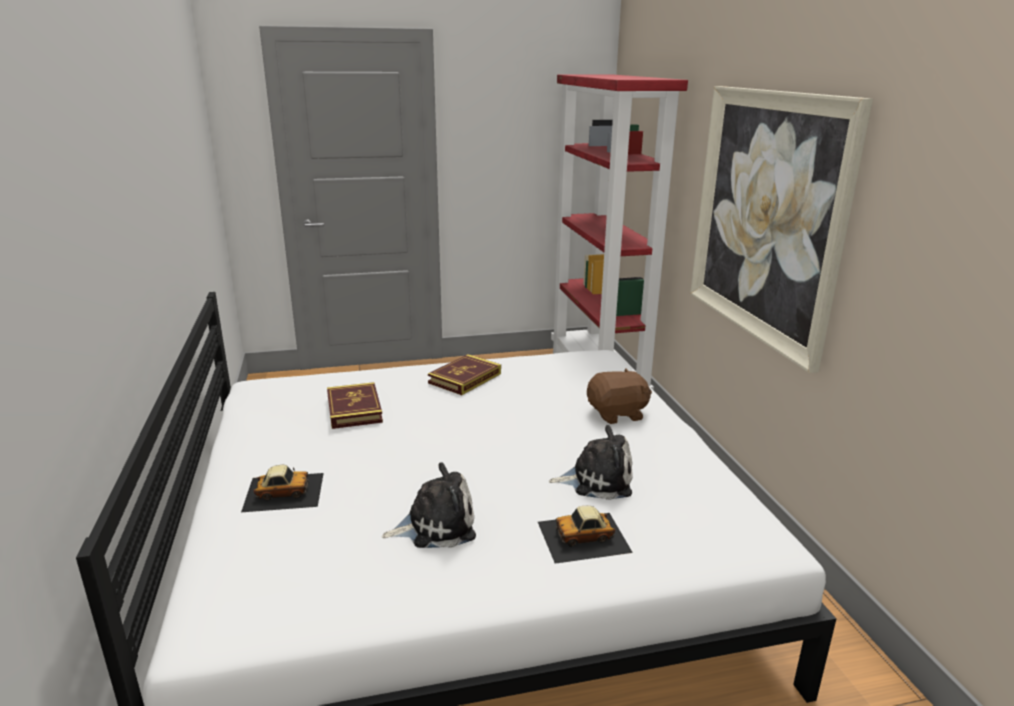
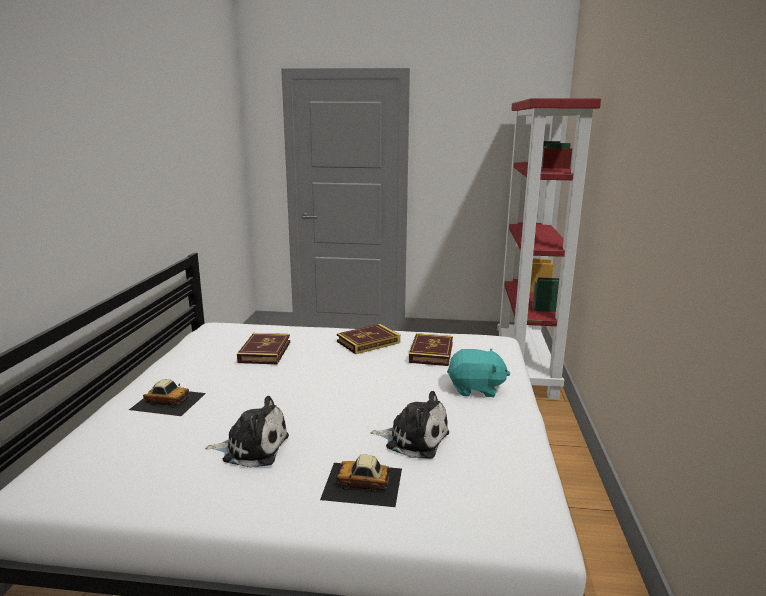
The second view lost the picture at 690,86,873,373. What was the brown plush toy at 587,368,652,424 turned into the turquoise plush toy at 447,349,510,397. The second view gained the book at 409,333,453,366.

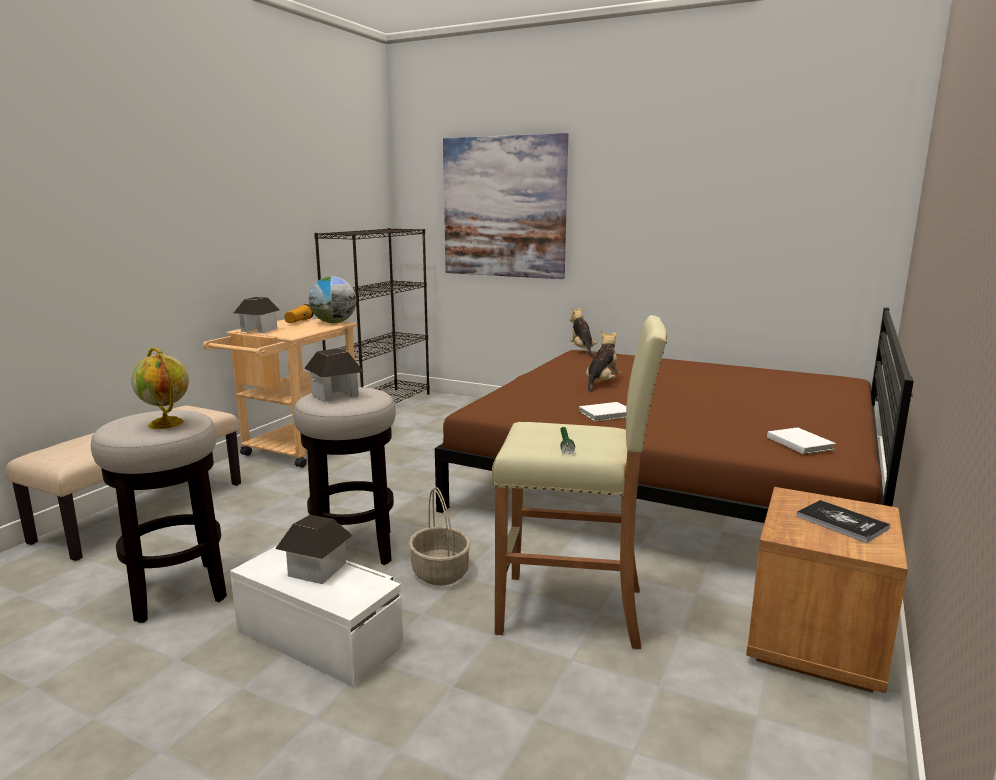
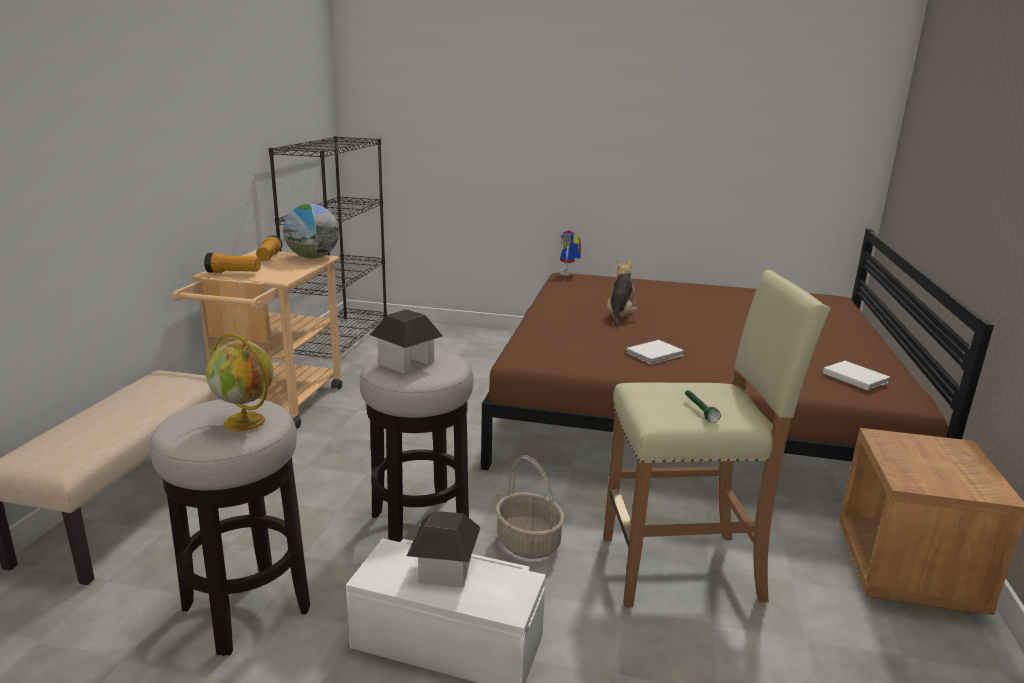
The second view lost the picture at 443,133,568,279. Where the toy house stood at 234,297,280,333, the flashlight came to stand at 204,253,261,273. Where the plush toy stood at 570,307,597,357, the toy robot came to stand at 560,230,581,276. The second view lost the book at 796,500,890,543.

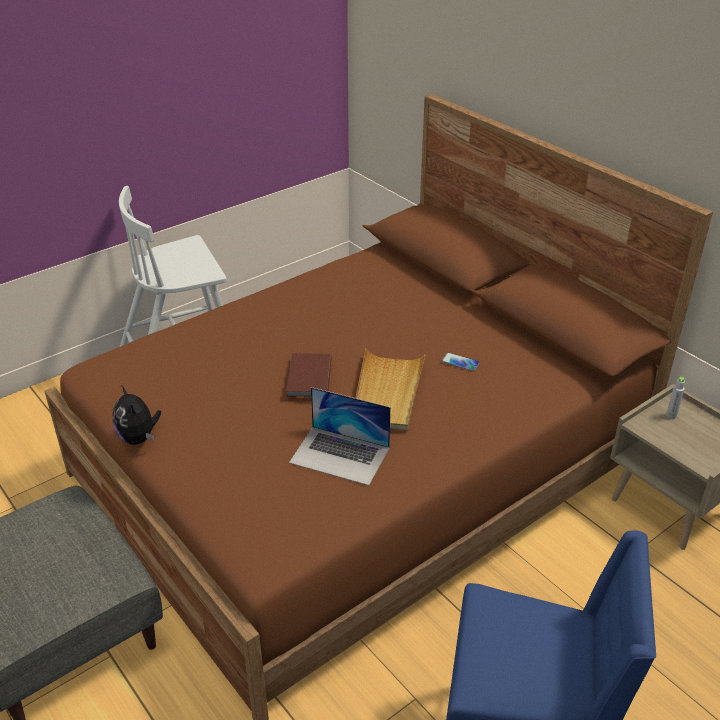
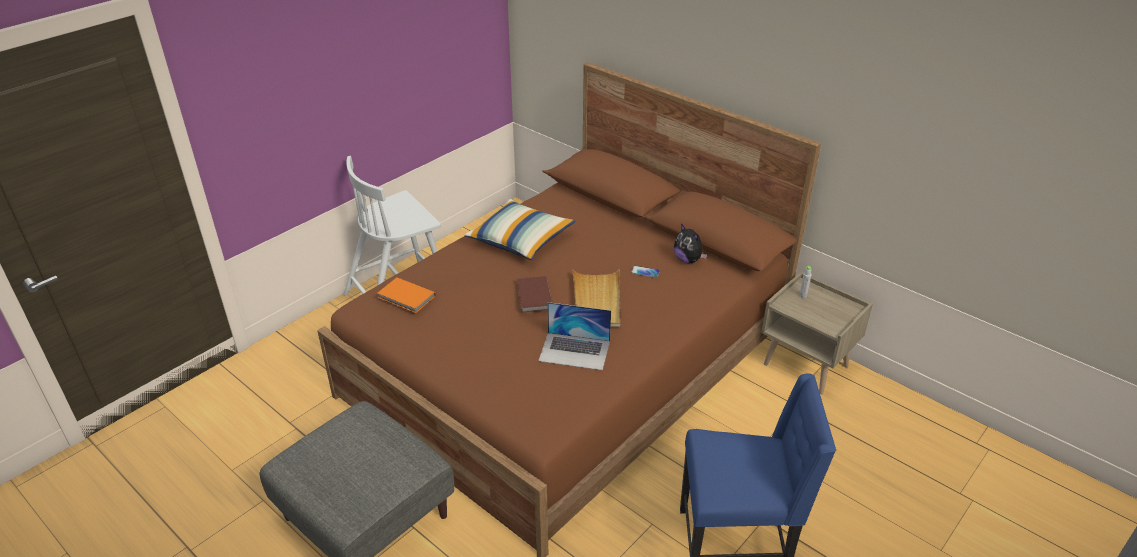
The plush toy ended up elsewhere, having gone from 112,385,161,445 to 674,224,707,263. The second view gained the pillow at 464,199,576,260. The second view gained the orange book at 378,277,436,313.

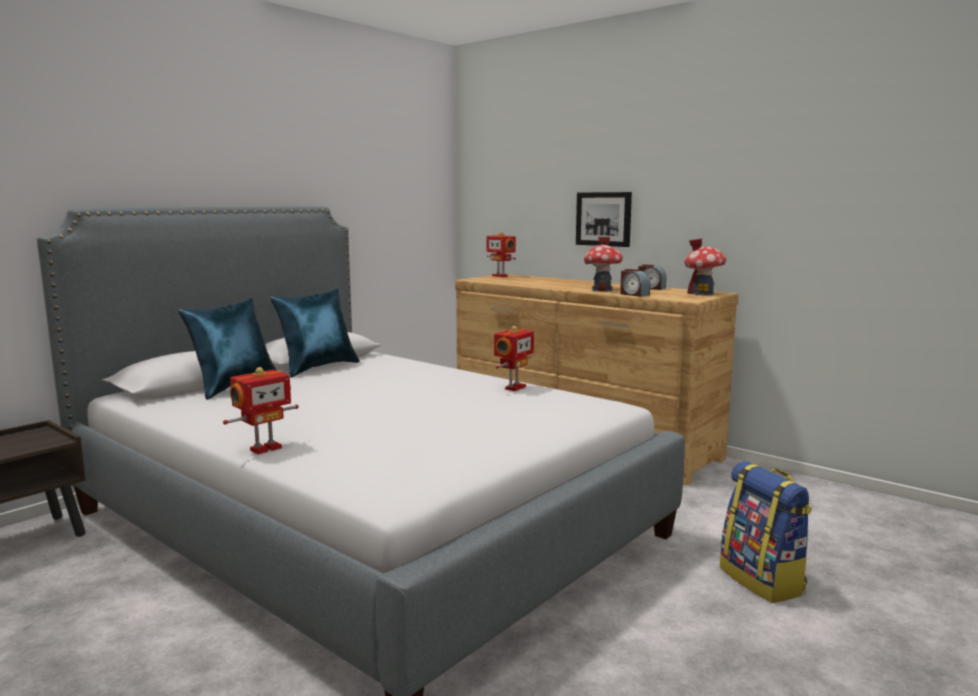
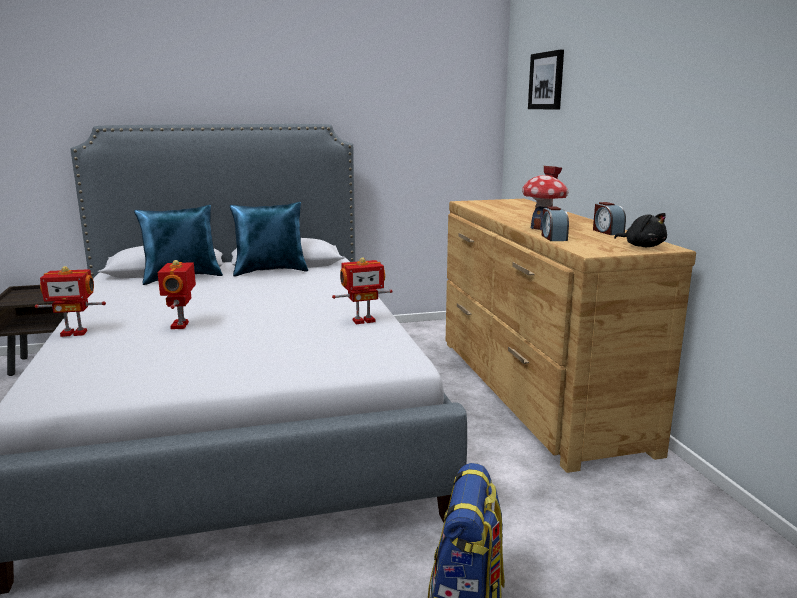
The picture ended up elsewhere, having gone from 576,192,632,247 to 528,50,564,110. The toy robot ended up elsewhere, having gone from 486,232,516,277 to 158,260,196,329. Where the toy house stood at 684,238,726,295, the black plush toy came to stand at 614,213,667,247.

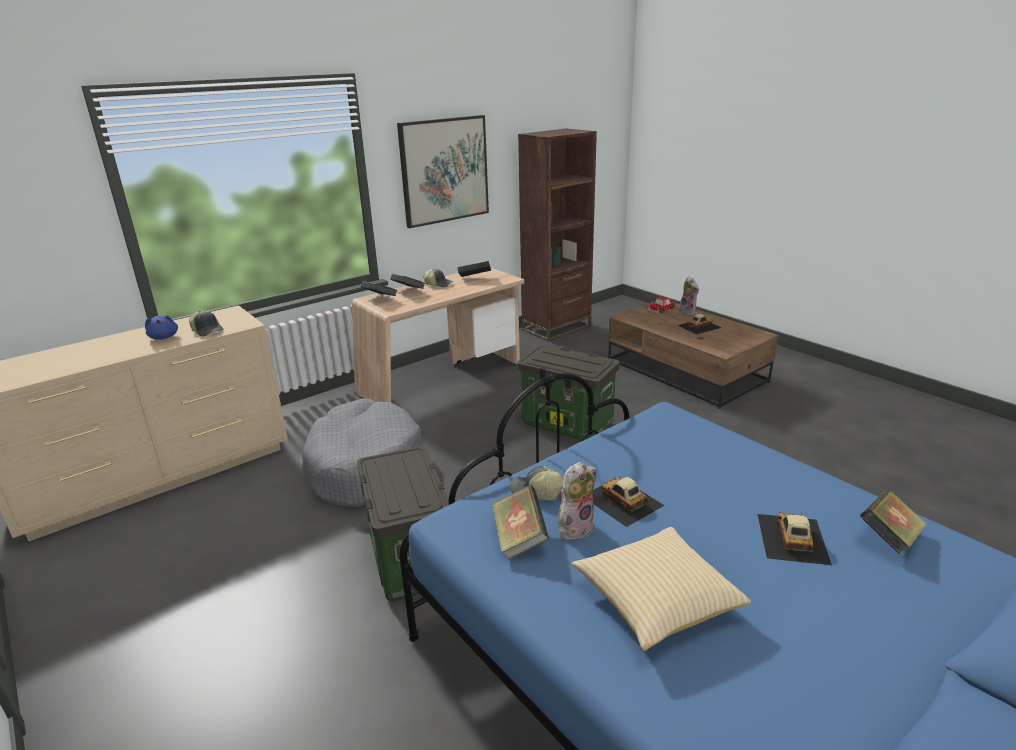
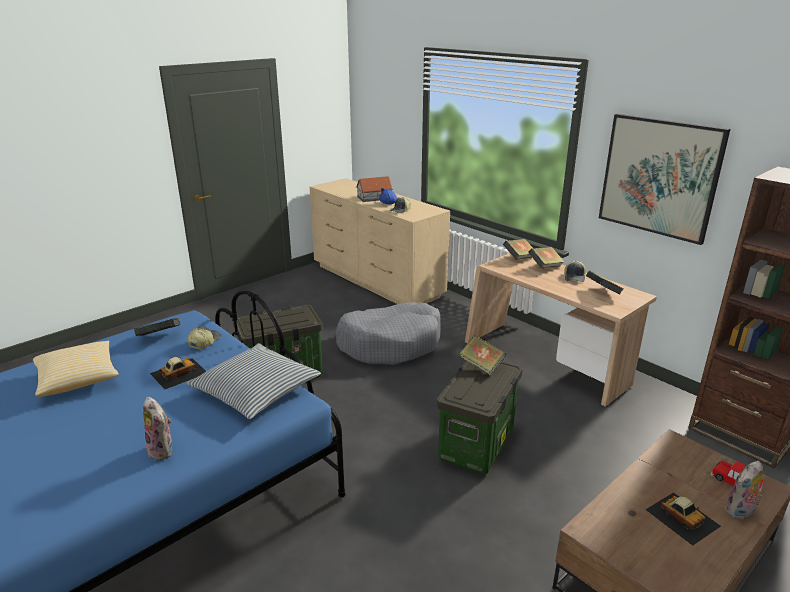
The plush toy ended up elsewhere, having gone from 558,462,596,541 to 143,397,173,461. The book ended up elsewhere, having gone from 860,490,927,554 to 459,335,506,375. The second view lost the toy car at 757,512,832,566. The second view gained the toy house at 356,176,393,202. The second view gained the pillow at 186,343,321,419.

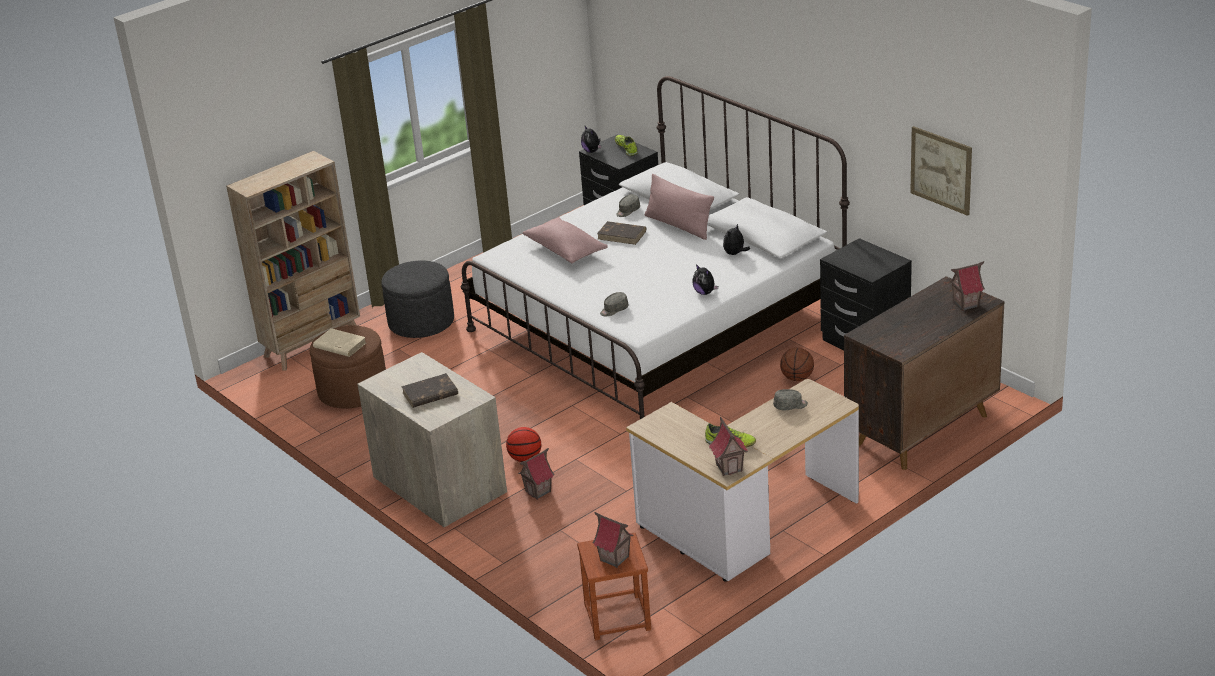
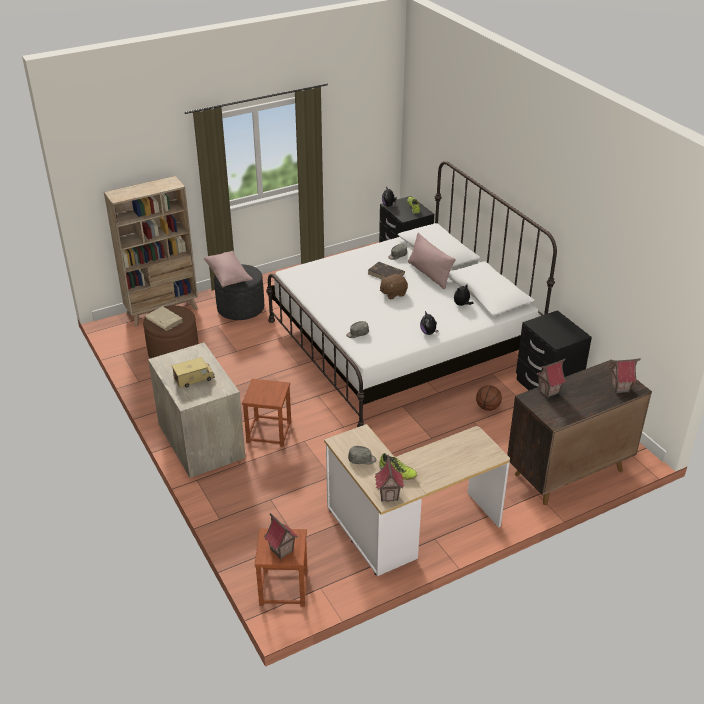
The second view lost the picture at 910,126,972,216. The pink pillow ended up elsewhere, having gone from 522,217,608,263 to 204,251,253,287. Where the brown book stood at 401,373,458,408, the toy truck came to stand at 172,357,215,388. The grey cap ended up elsewhere, having gone from 773,389,808,411 to 348,446,377,465. Where the basketball stood at 506,427,541,462, the brown stool came to stand at 242,379,291,447. The toy house ended up elsewhere, having gone from 518,448,555,500 to 536,358,566,398. The second view gained the brown plush toy at 380,274,408,299.

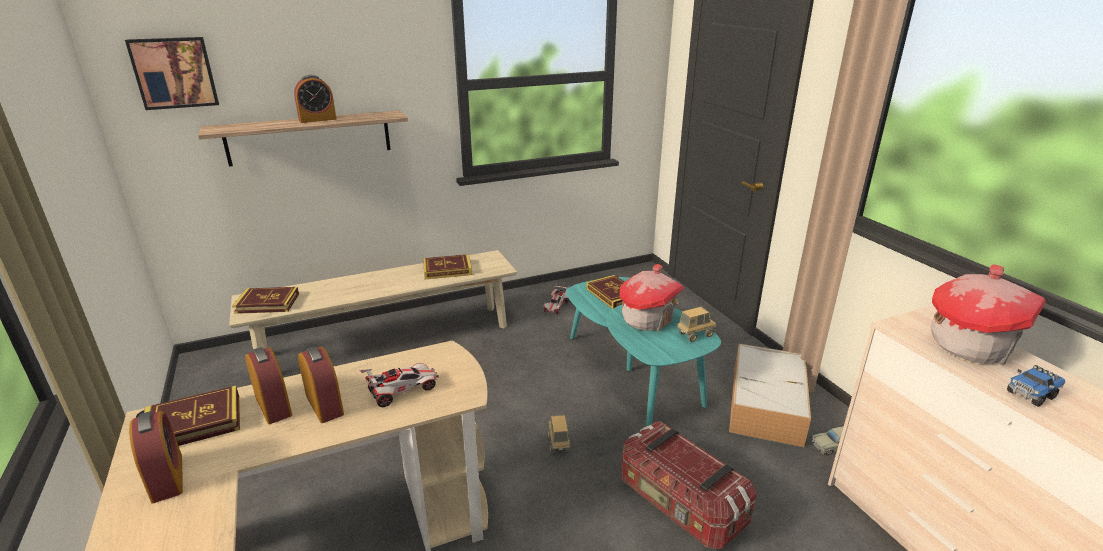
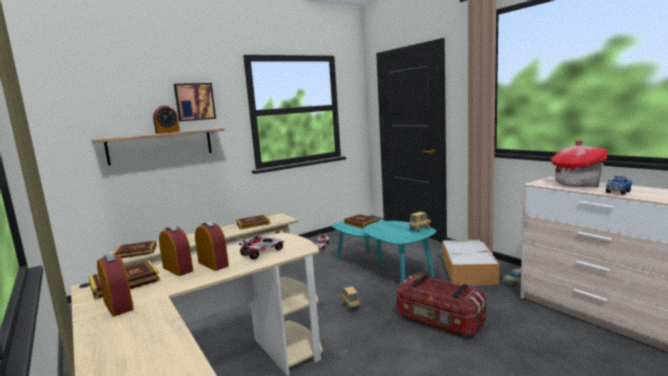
The picture ended up elsewhere, having gone from 125,37,219,110 to 174,83,216,121. The second view lost the toy house at 620,264,684,331.

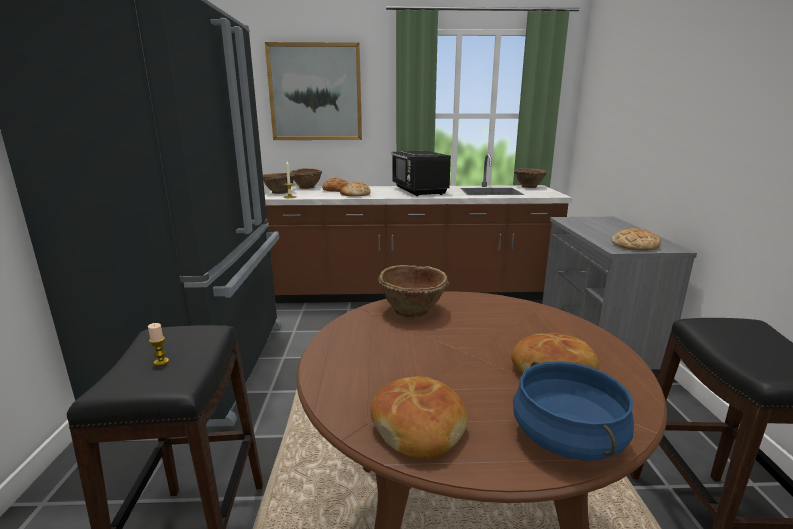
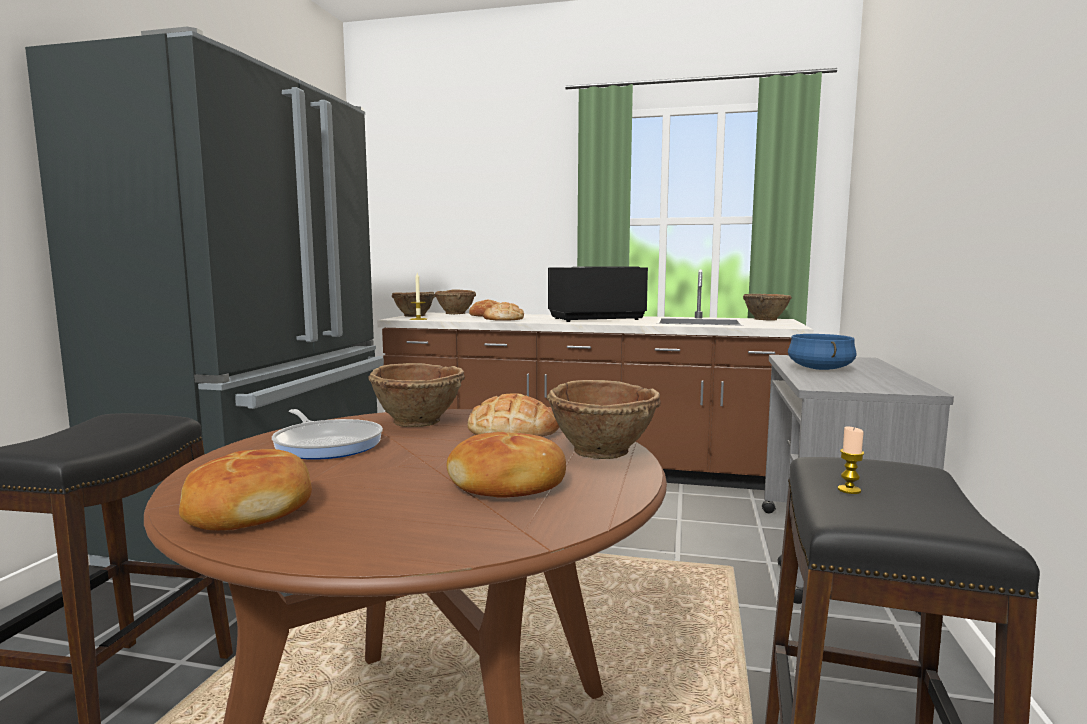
The second view lost the picture at 265,42,362,140. The black microwave at 391,151,451,196 ended up facing another way, 75 degrees clockwise from before. The bread ended up elsewhere, having gone from 611,228,661,251 to 467,393,559,437. The candle ended up elsewhere, having gone from 148,323,169,366 to 838,426,865,494. The blue cooking pot ended up elsewhere, having gone from 513,361,634,461 to 788,334,856,370. The second view gained the brown bowl at 547,380,661,459. The second view gained the frying pan at 272,409,383,460.

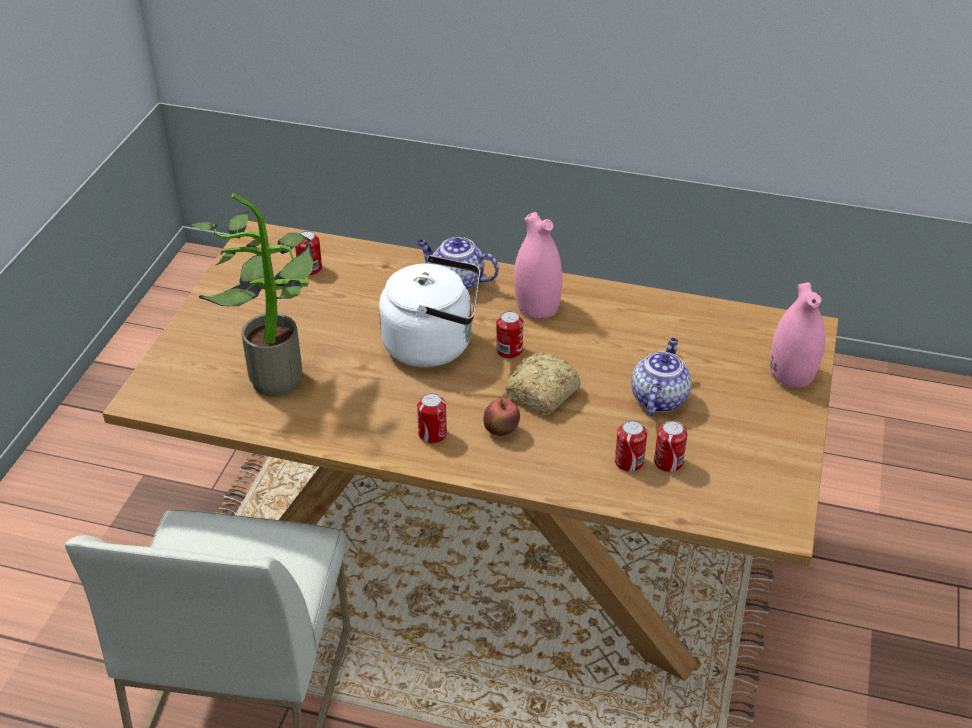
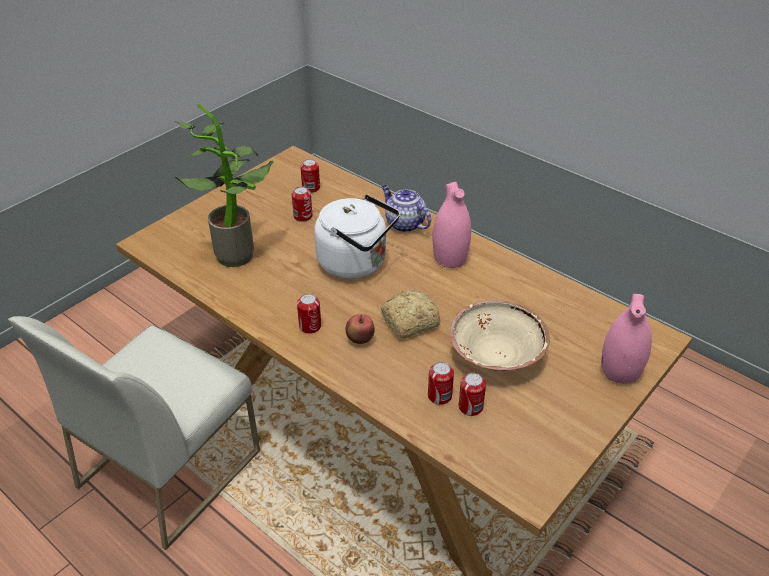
The can ended up elsewhere, having gone from 496,311,523,359 to 292,187,312,222. Where the teapot stood at 631,338,691,416, the beige bowl came to stand at 450,300,550,371.

